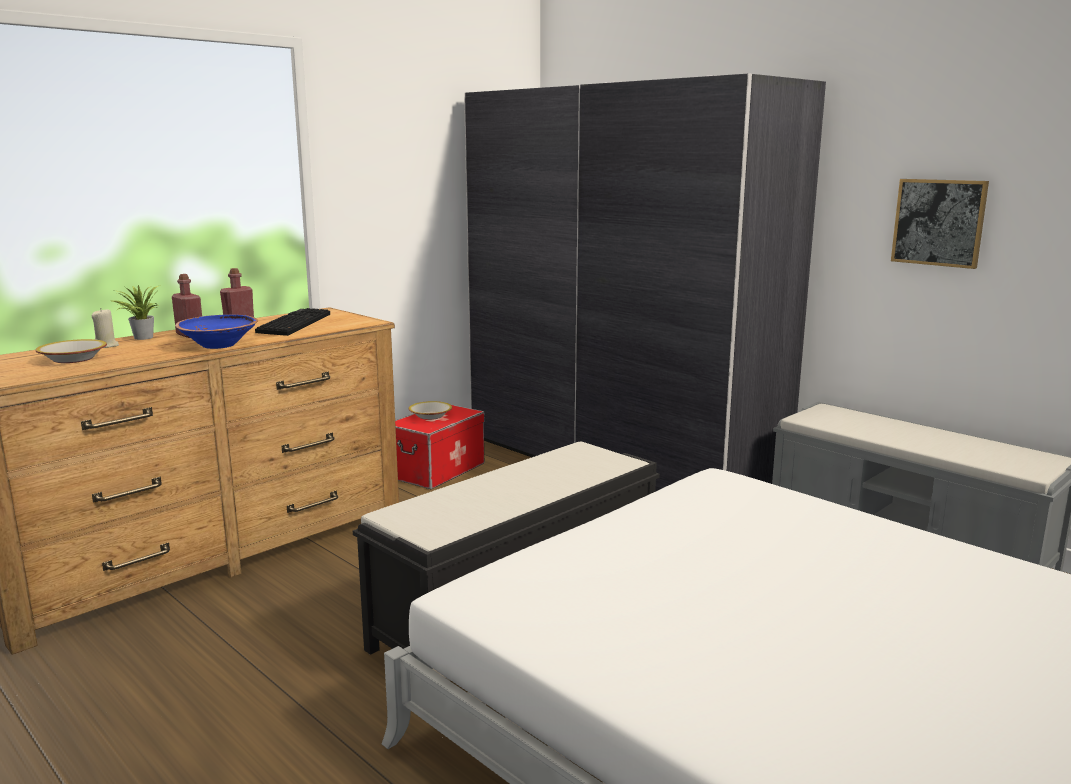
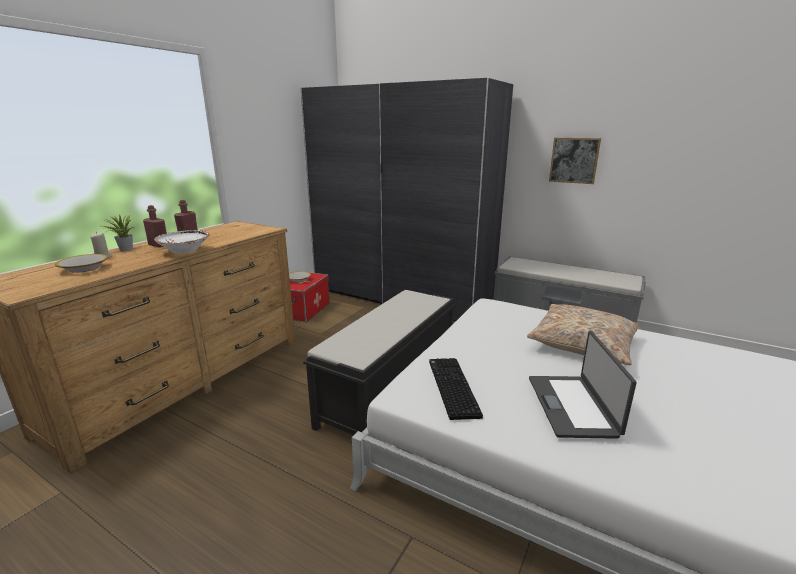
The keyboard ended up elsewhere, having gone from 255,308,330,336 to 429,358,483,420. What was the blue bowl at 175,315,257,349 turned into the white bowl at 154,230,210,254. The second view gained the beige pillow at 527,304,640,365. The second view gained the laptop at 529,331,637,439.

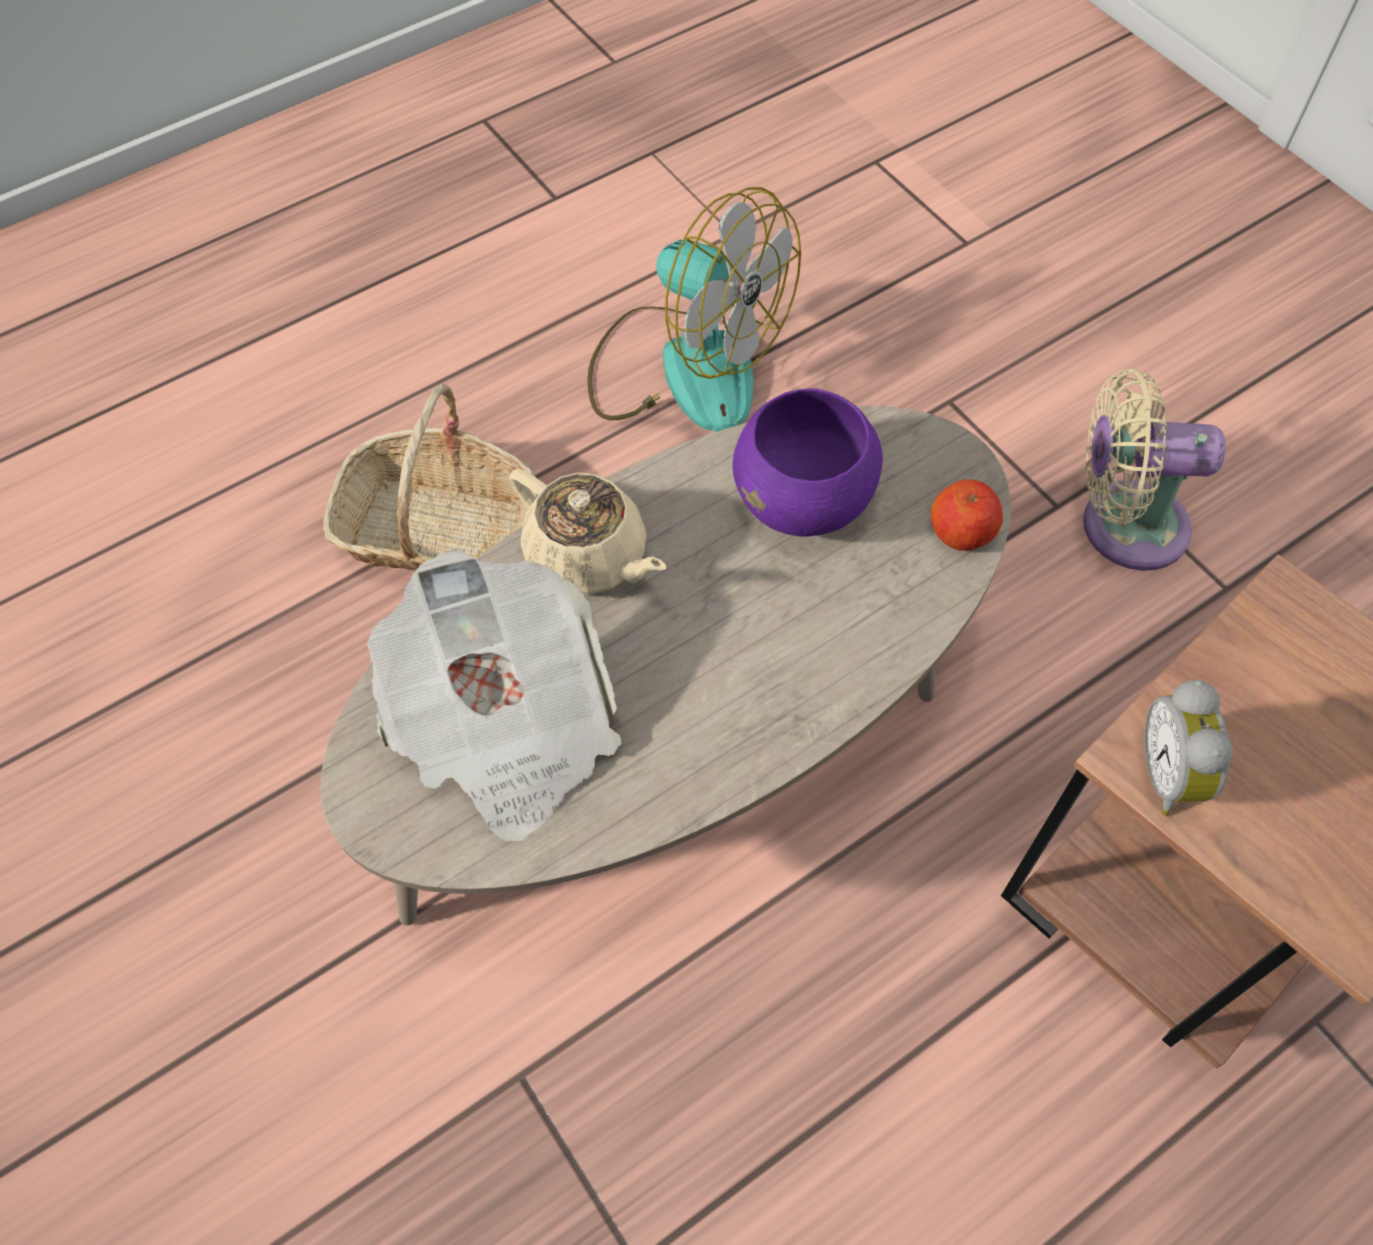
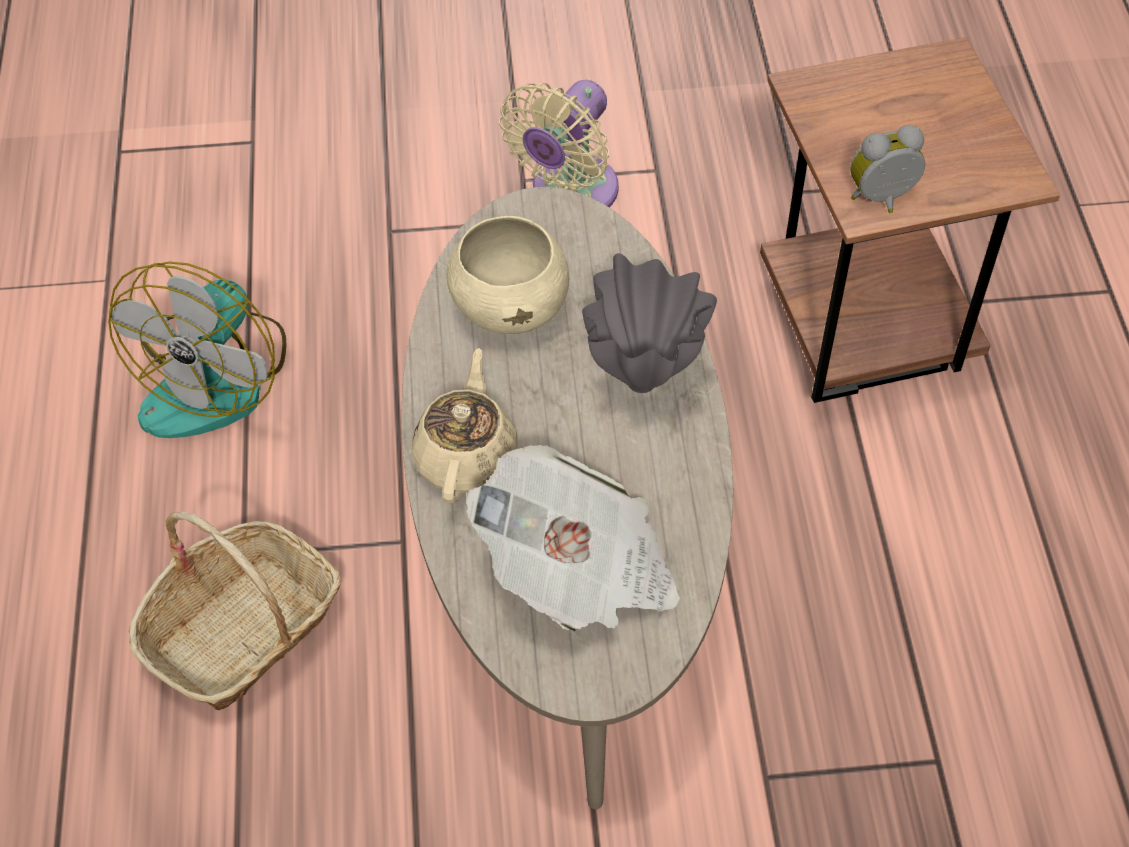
The fan at 588,187,801,432 ended up facing another way, 135 degrees clockwise from before. What was the purple bowl at 733,388,883,537 turned into the beige bowl at 446,216,569,334. The beige teapot at 509,468,666,595 ended up facing another way, 60 degrees counterclockwise from before. The second view lost the apple at 931,479,1003,551. The alarm clock at 1144,679,1233,816 ended up facing another way, 135 degrees clockwise from before. The second view gained the grey vase at 582,253,717,393.

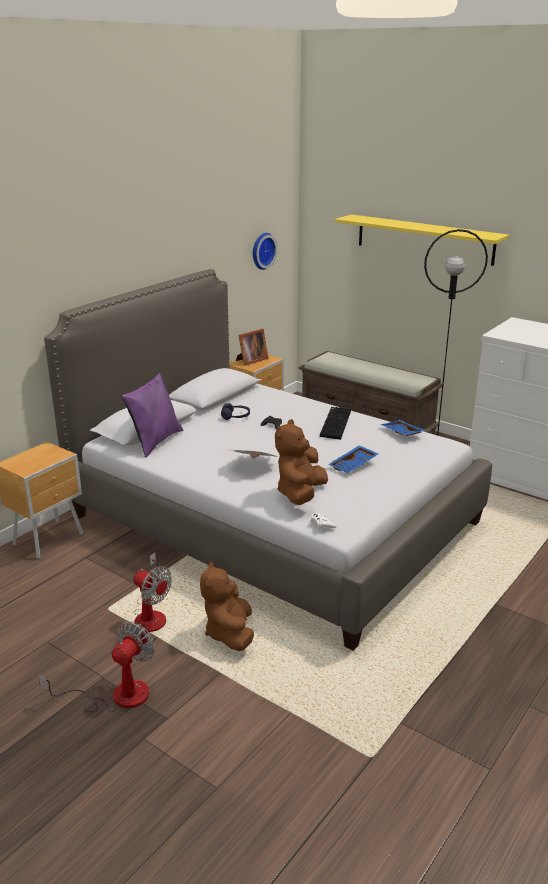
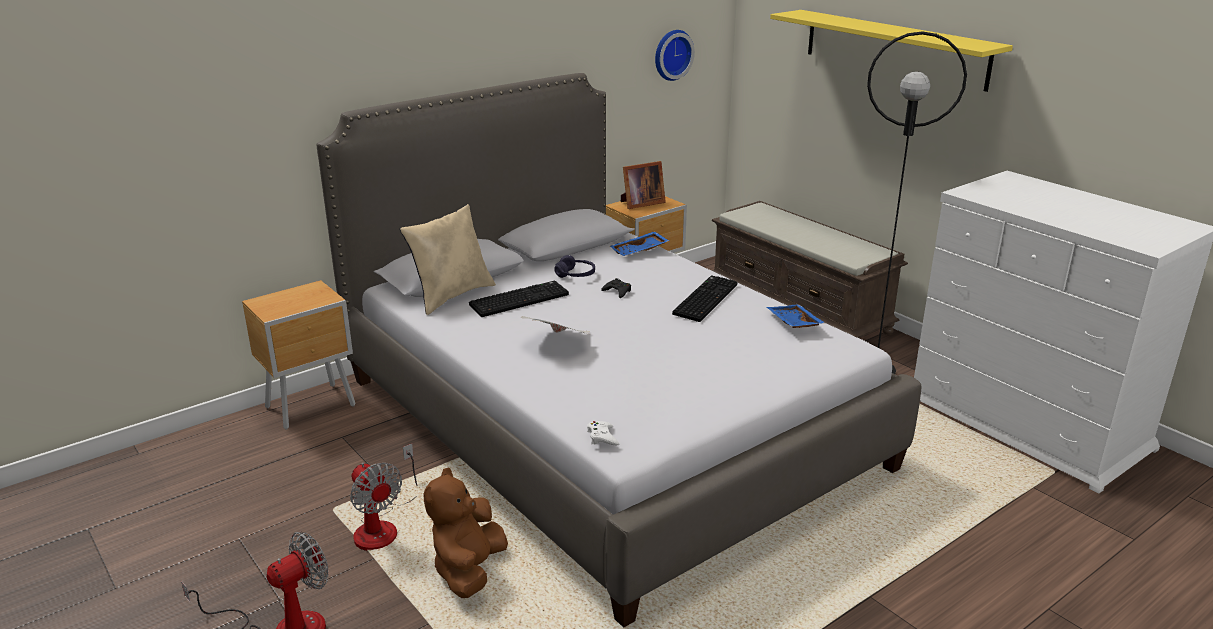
What was the purple pillow at 121,373,183,457 turned into the beige pillow at 400,204,496,315. The second view lost the brown plush toy at 275,419,328,505. The blue tray ended up elsewhere, having gone from 328,445,378,473 to 610,231,669,256. The second view gained the keyboard at 469,281,569,317.

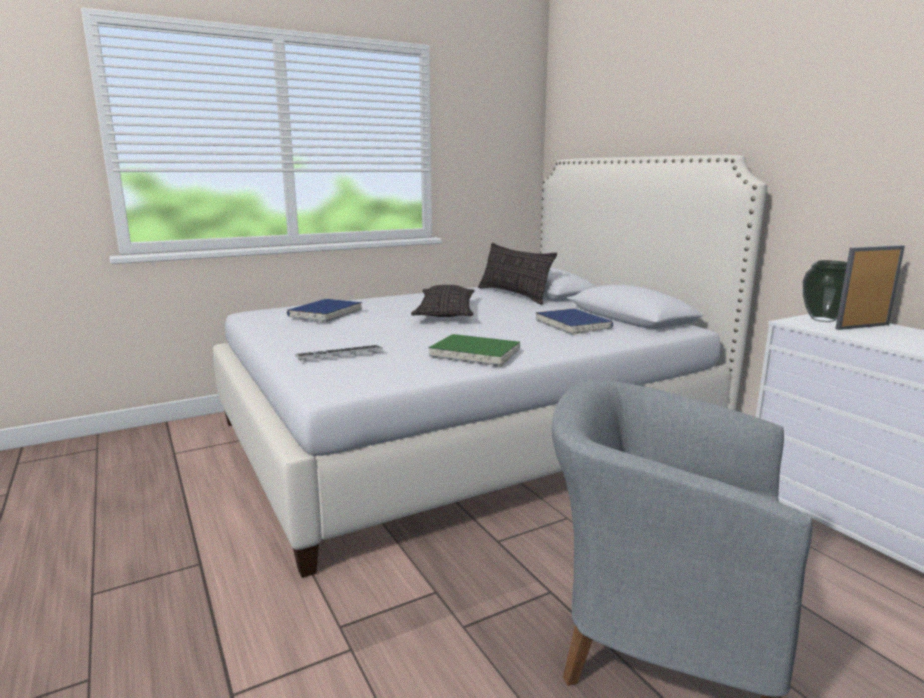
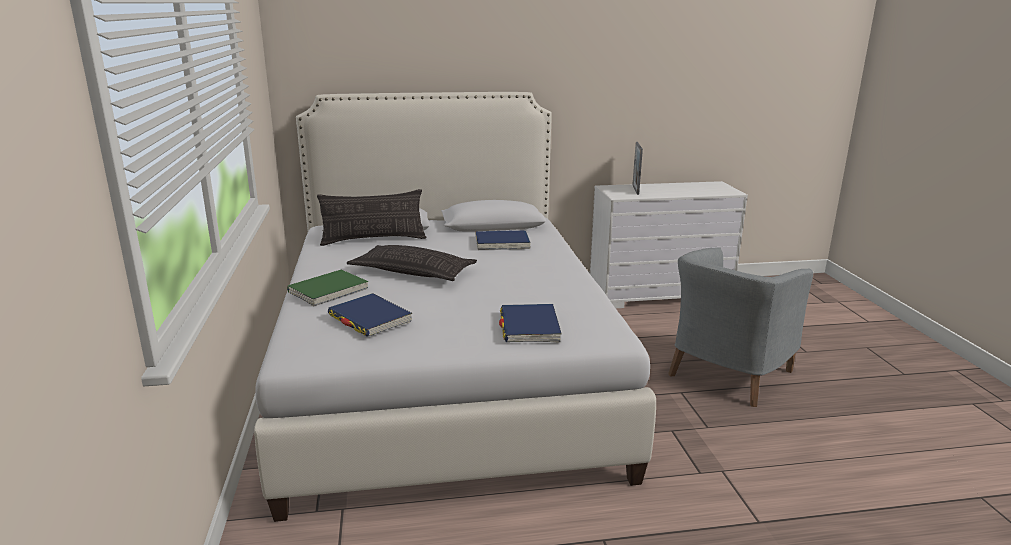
The second view lost the vase at 803,260,847,322. The green book ended up elsewhere, having gone from 428,334,520,367 to 287,270,368,307. Where the keyboard stood at 295,345,382,361, the blue book came to stand at 499,304,562,343.

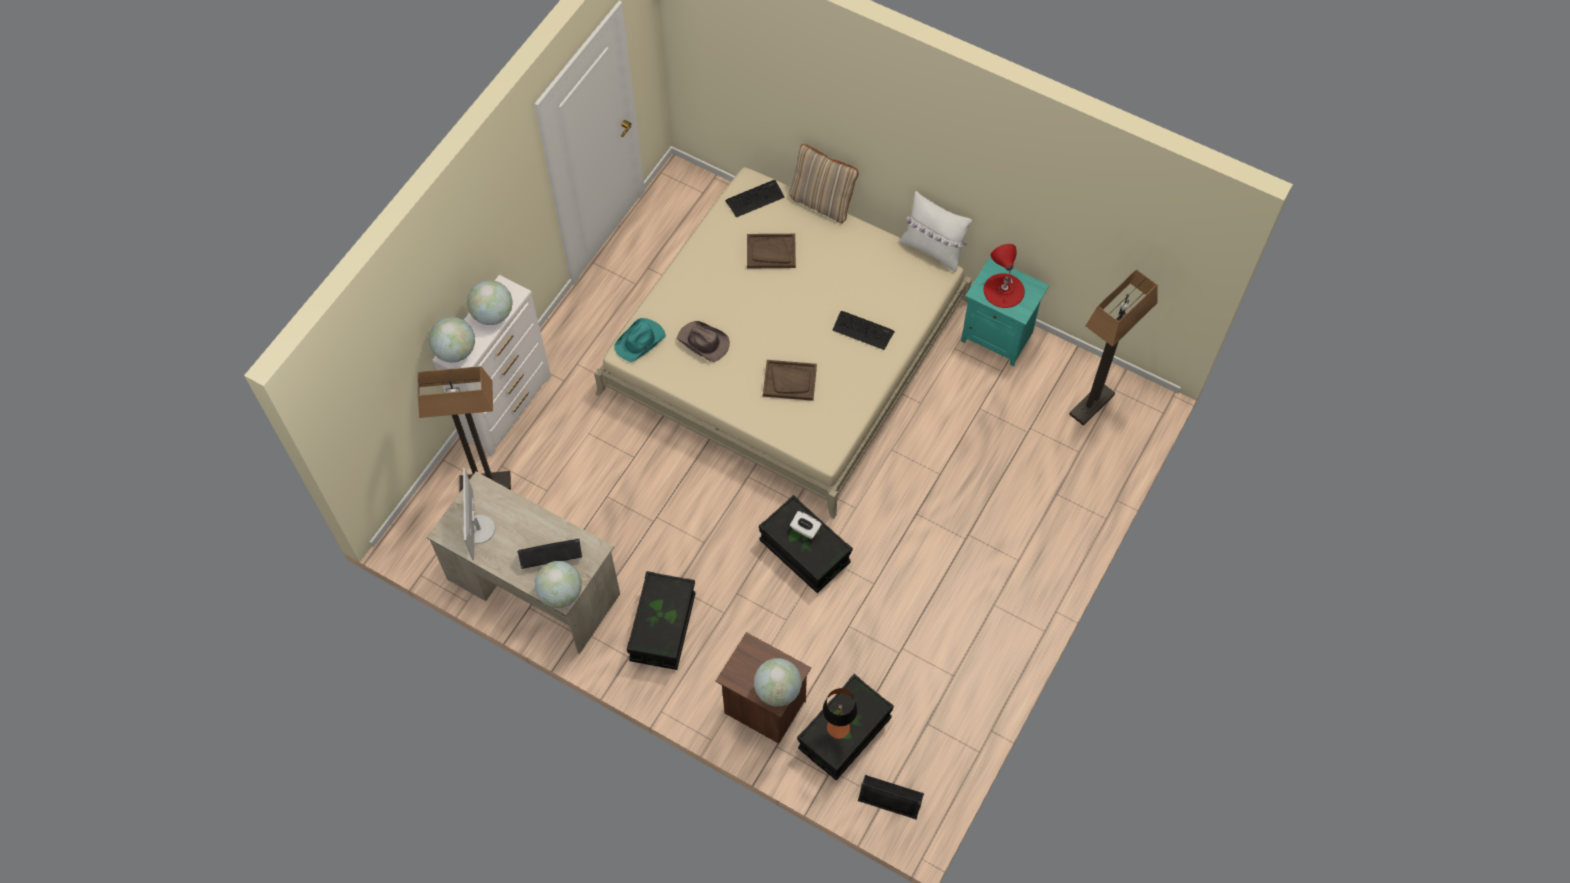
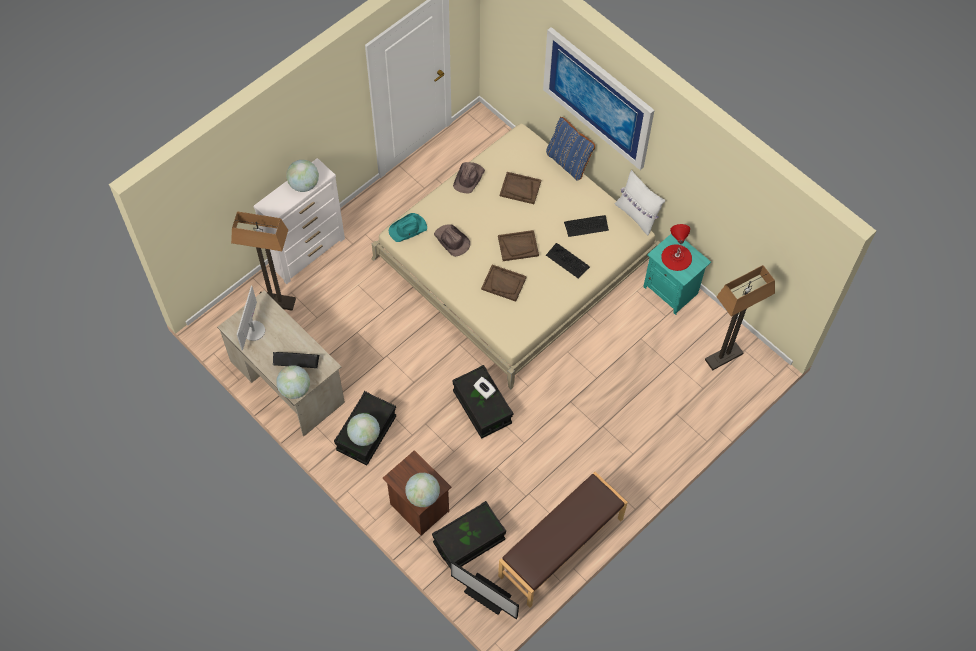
What was the beige pillow at 789,144,859,224 turned into the blue pillow at 546,117,595,181. The keyboard ended up elsewhere, having gone from 725,180,785,217 to 564,215,609,237. The globe ended up elsewhere, having gone from 429,317,475,363 to 347,413,380,446. The second view lost the table lamp at 823,688,858,739. Where the black speaker stood at 858,775,924,820, the monitor came to stand at 451,561,519,619. The second view gained the picture at 543,27,655,170. The second view gained the brown hat at 453,162,485,193. The second view gained the brown tray at 498,230,539,261. The second view gained the brown bench at 498,472,628,608.

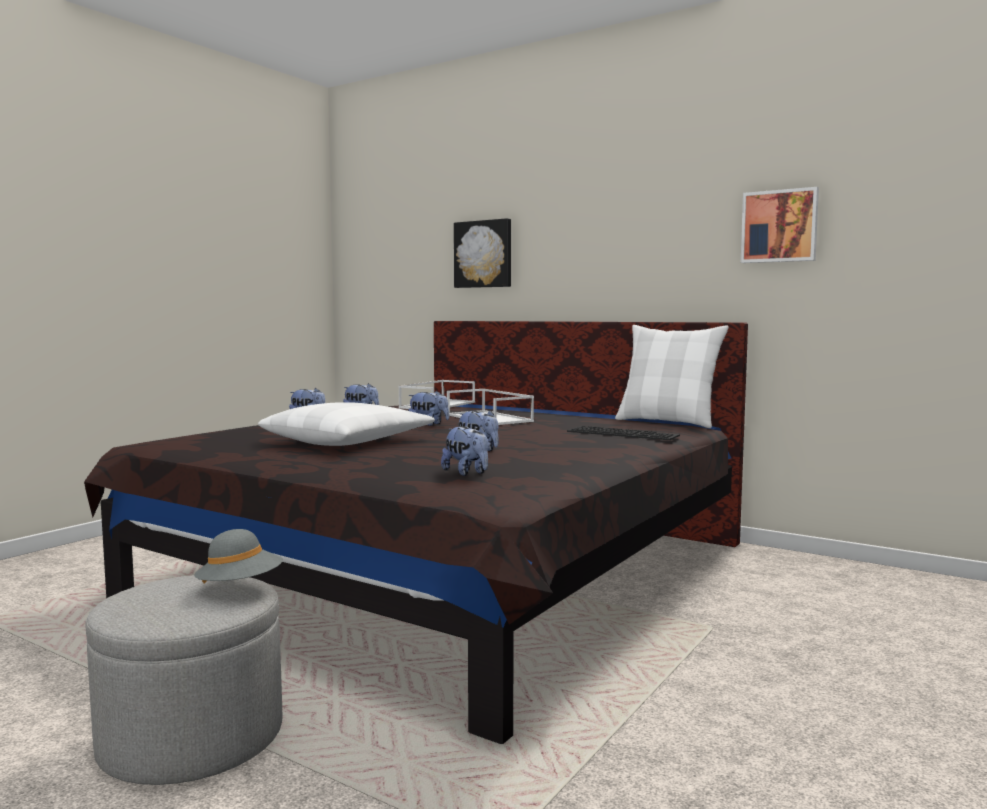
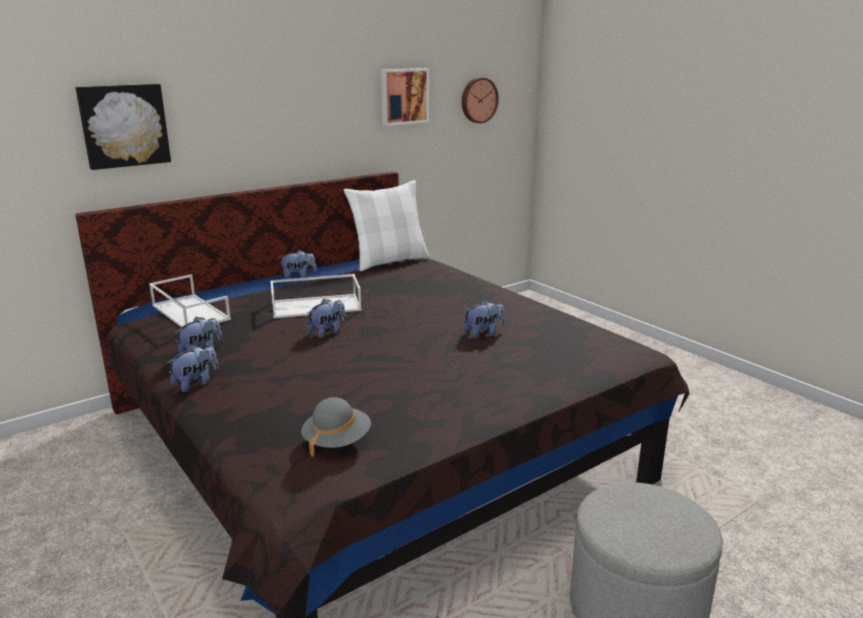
The second view lost the white pillow at 258,402,435,446. The plush toy ended up elsewhere, having gone from 441,426,489,476 to 278,250,317,279. The second view lost the keyboard at 567,426,680,440. The grey hat ended up elsewhere, having gone from 194,529,283,584 to 301,397,371,457. The second view gained the wall clock at 462,77,499,123.

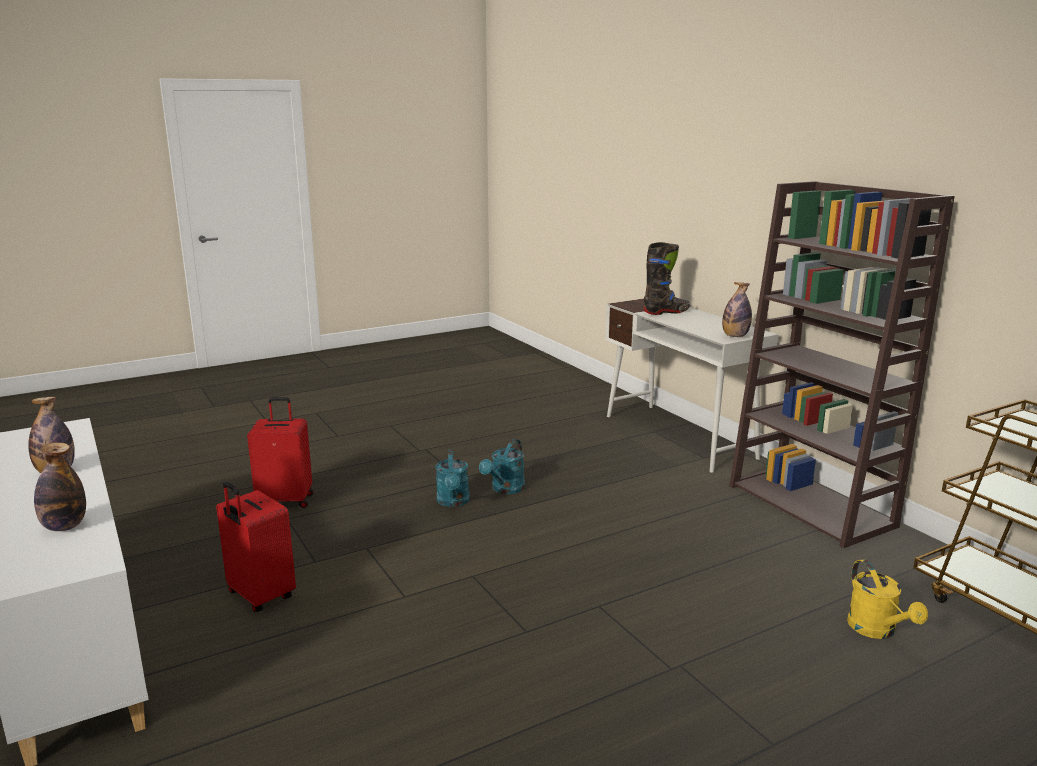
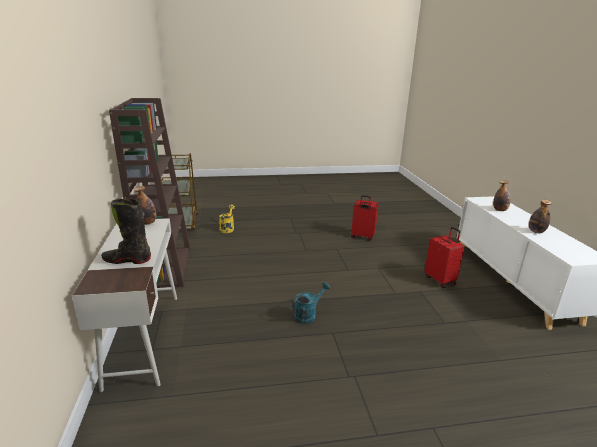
The red suitcase ended up elsewhere, having gone from 247,397,314,508 to 351,195,378,240. The second view lost the turquoise watering can at 436,449,470,507.

